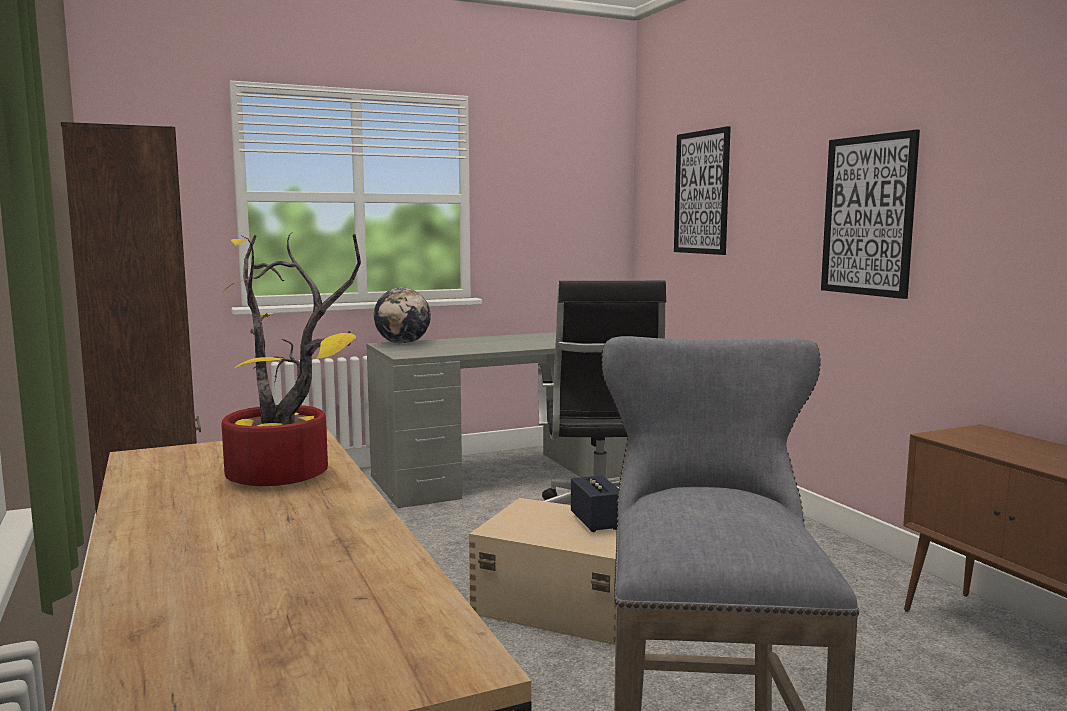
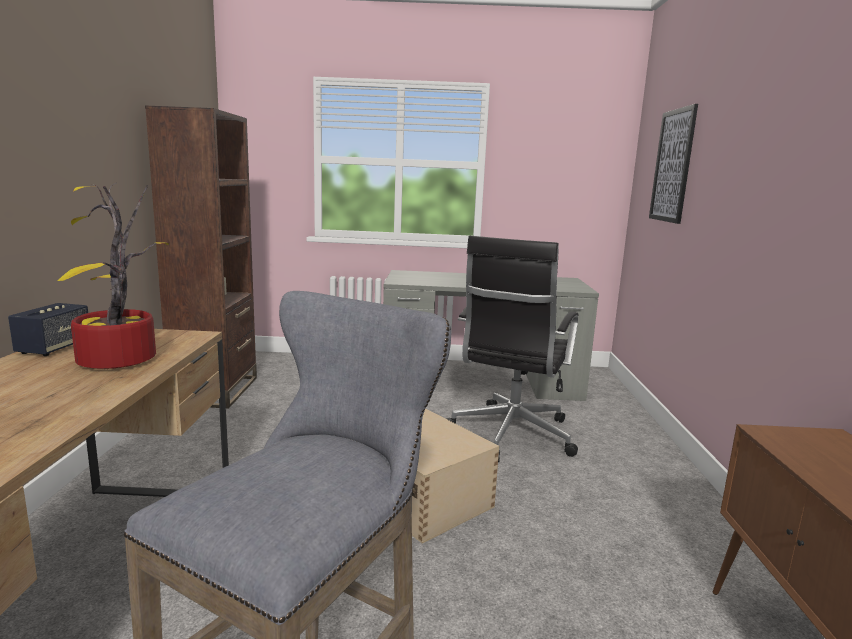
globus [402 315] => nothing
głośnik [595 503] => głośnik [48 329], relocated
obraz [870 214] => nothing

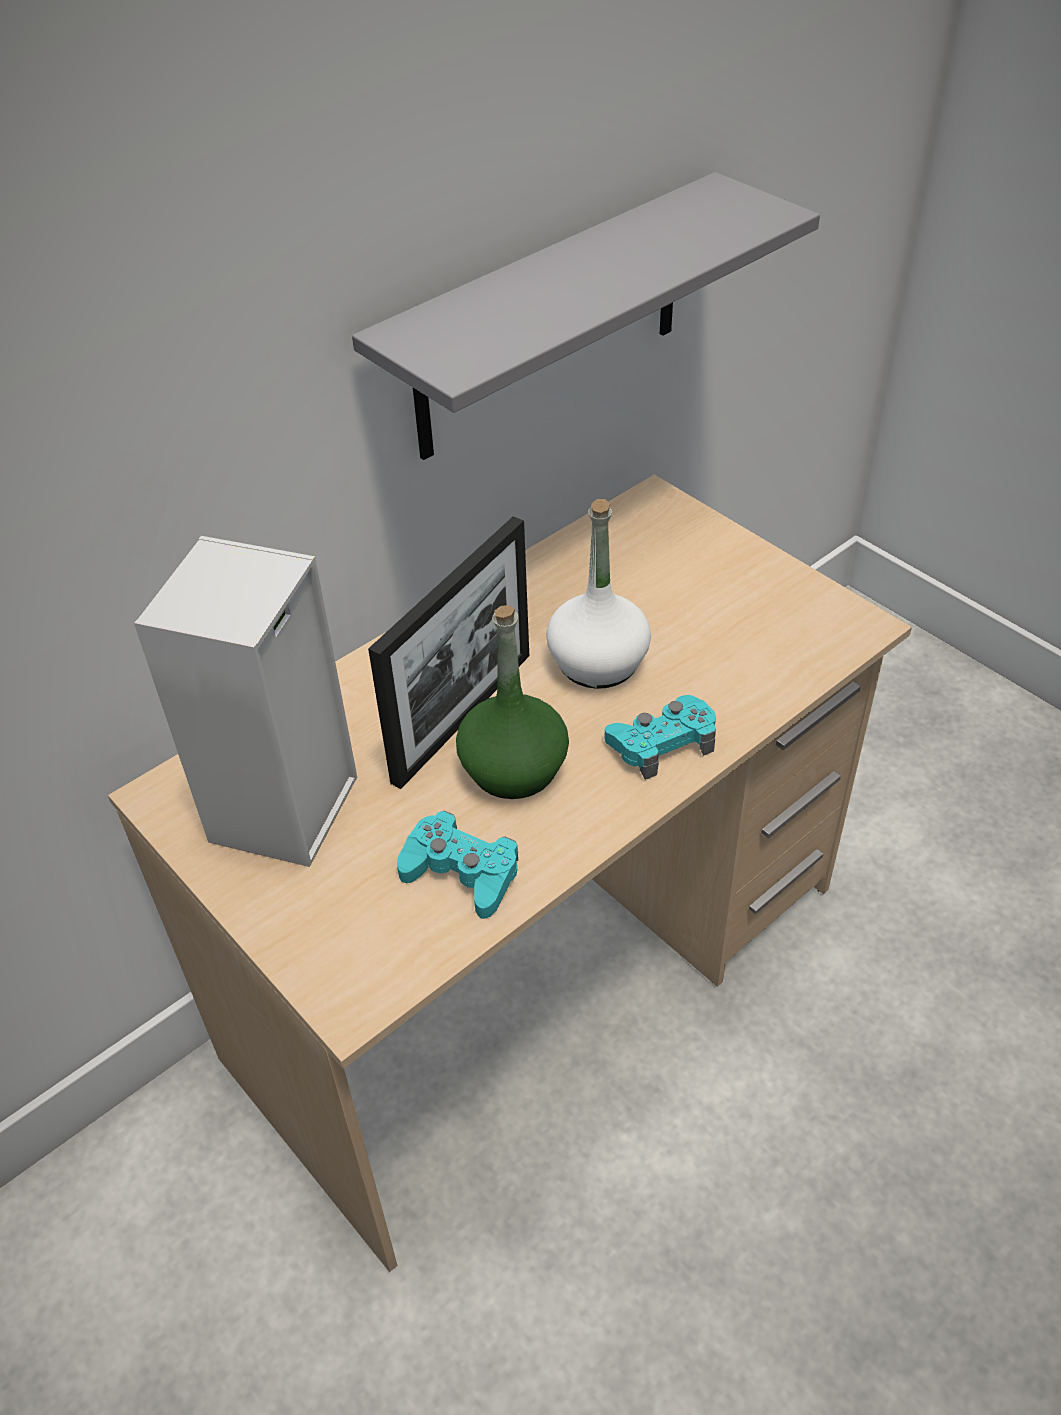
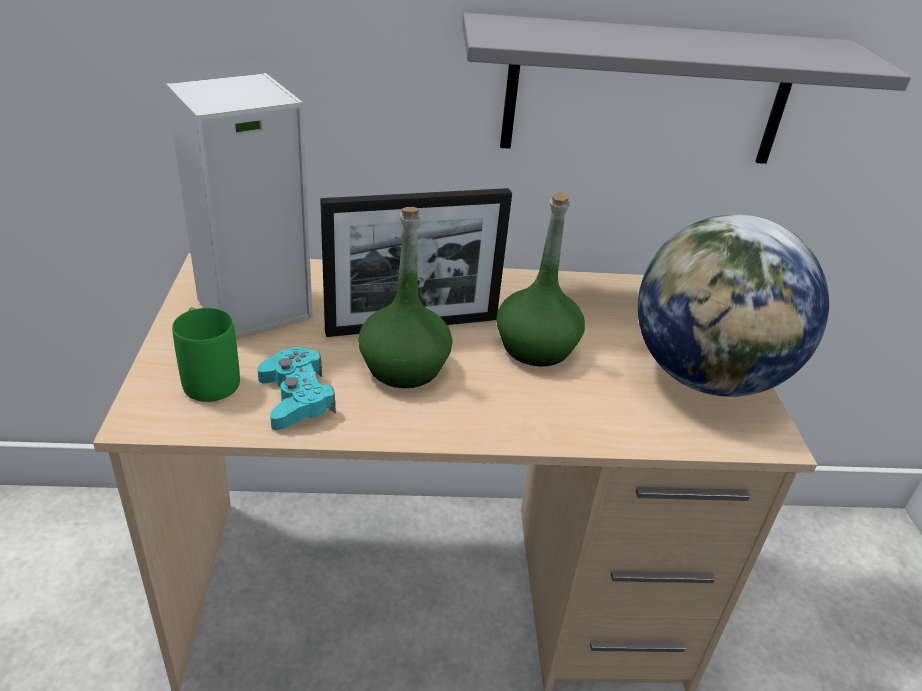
butelka/biały [598 594] => butelka/zielony [540 279]
pad do gier/turkusowy [660 737] => nothing
nothing => kubek/zielony [206 354]
nothing => globus [733 305]

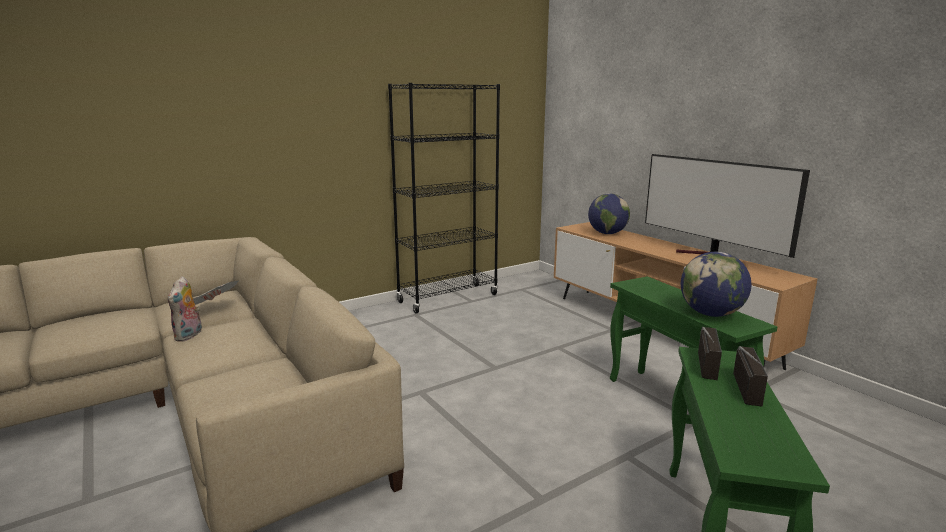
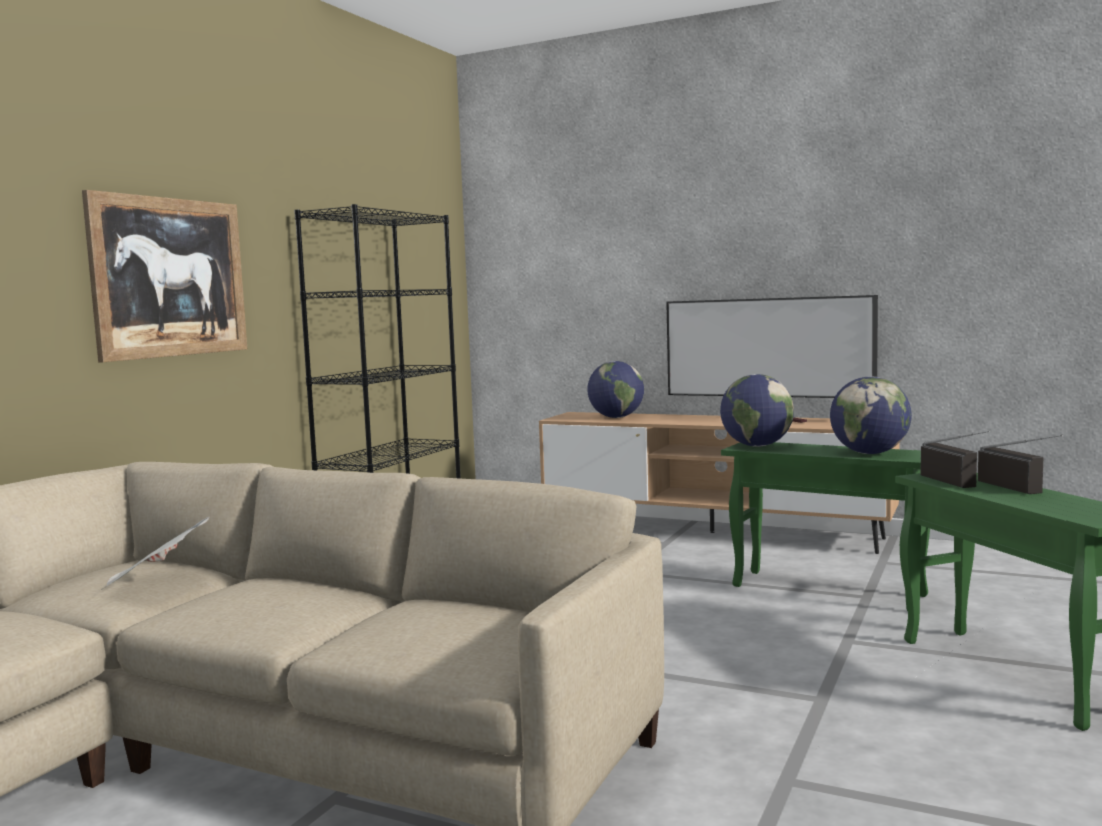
pluszak [185 309] => nothing
nothing => obraz [164 276]
nothing => globus [757 410]

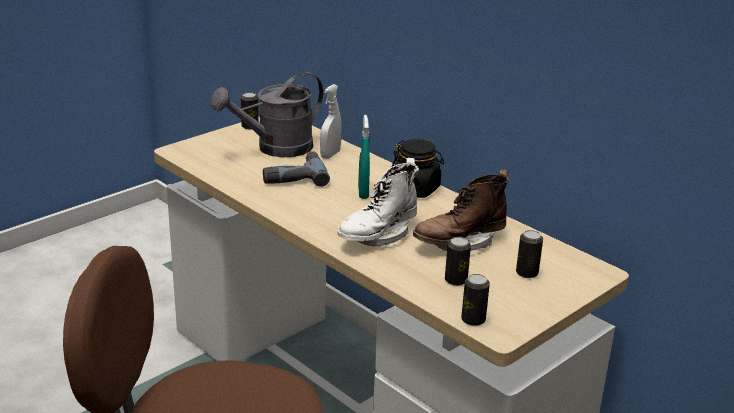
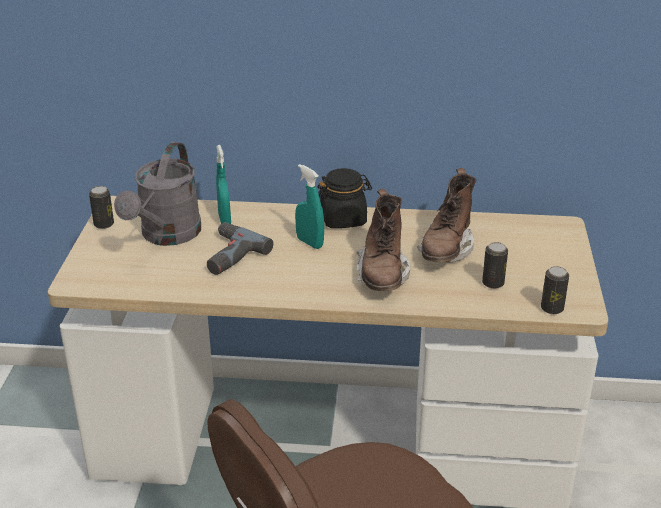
spryskiwacz/biały [331 121] => spryskiwacz/turkusowy [223 184]
but z cholewką/biały [378 202] => but z cholewką/brązowy [383 240]
puszka [529 254] => nothing

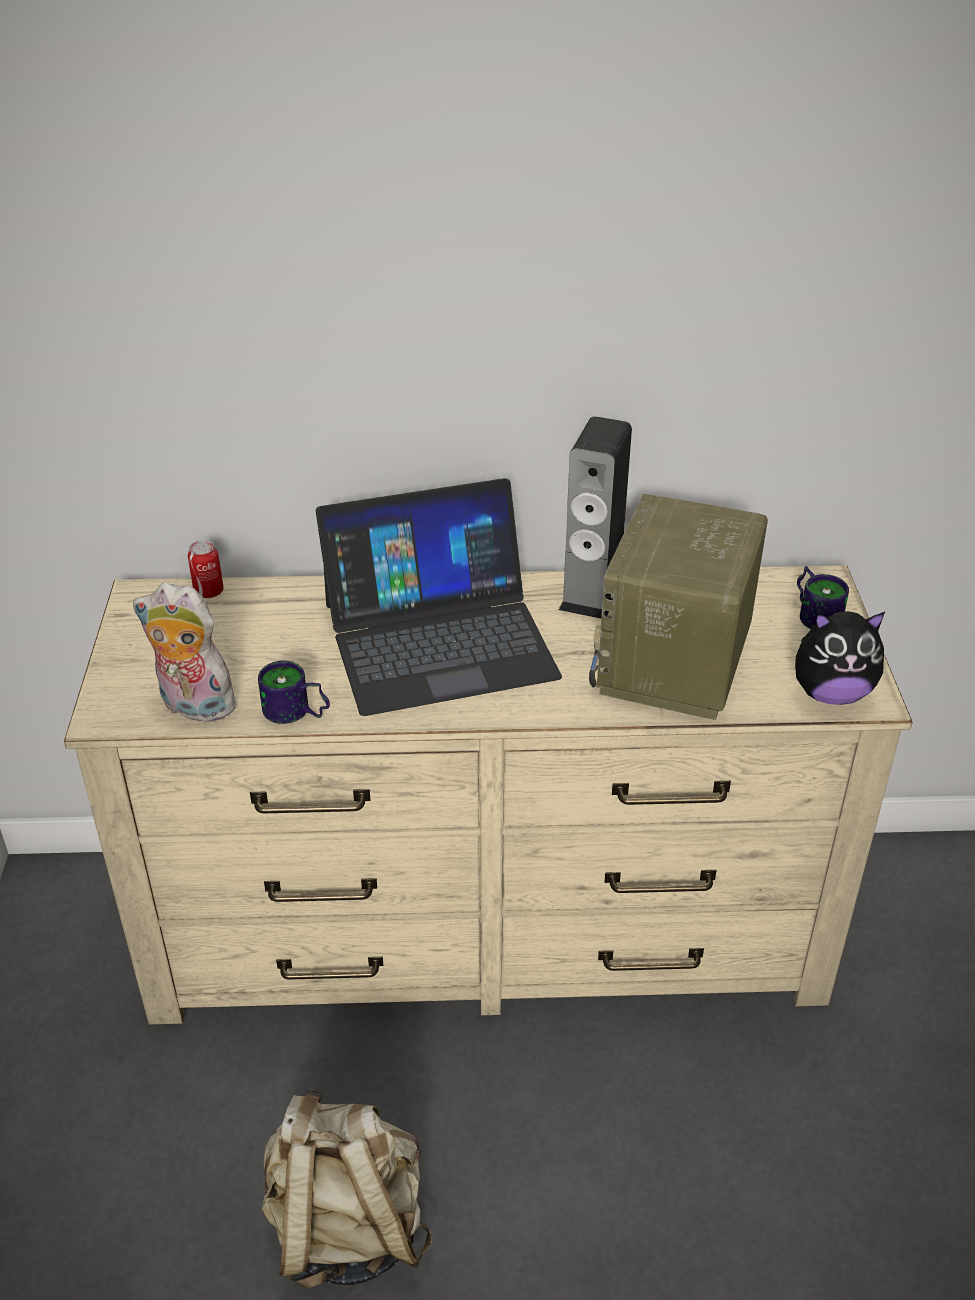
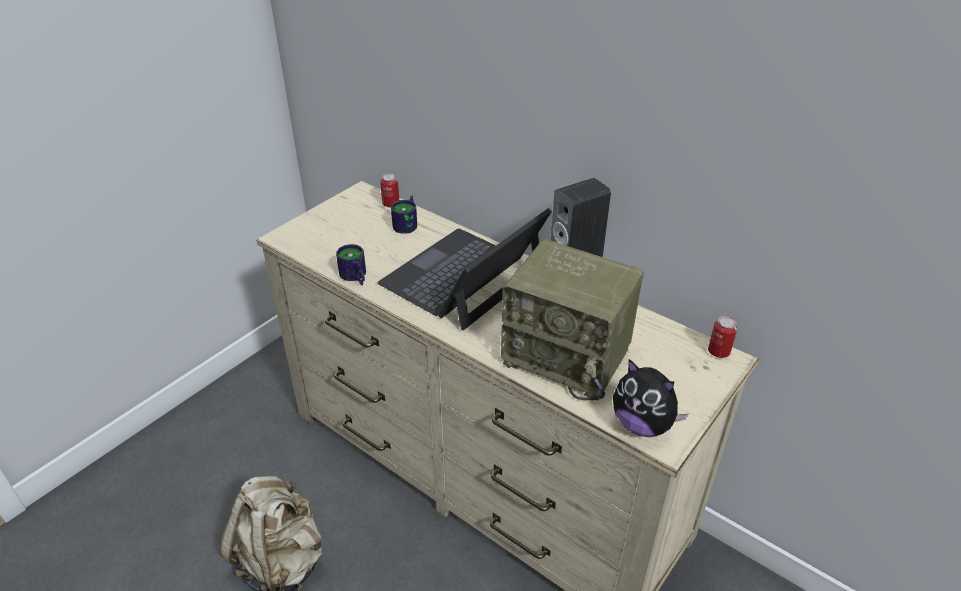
pluszak [188 654] => nothing
laptop [439 597] => laptop [464 269], 105 degrees clockwise
radio [678 607] => radio [572 320], 120 degrees counterclockwise
kubek [823 597] => kubek [404 214], relocated
nothing => puszka [722 337]

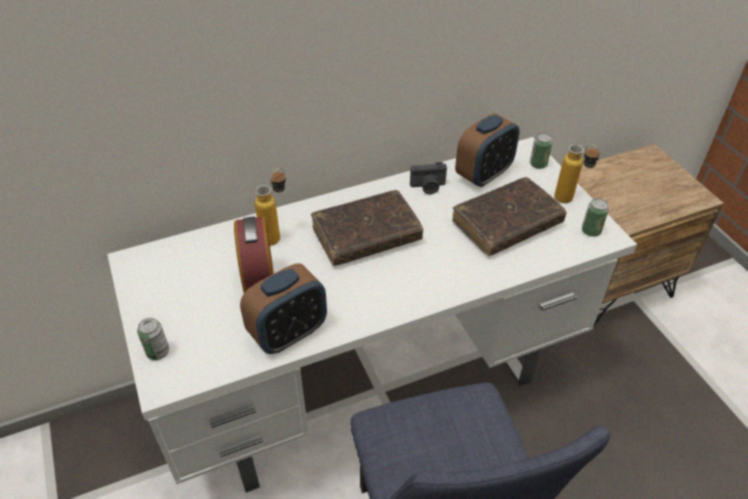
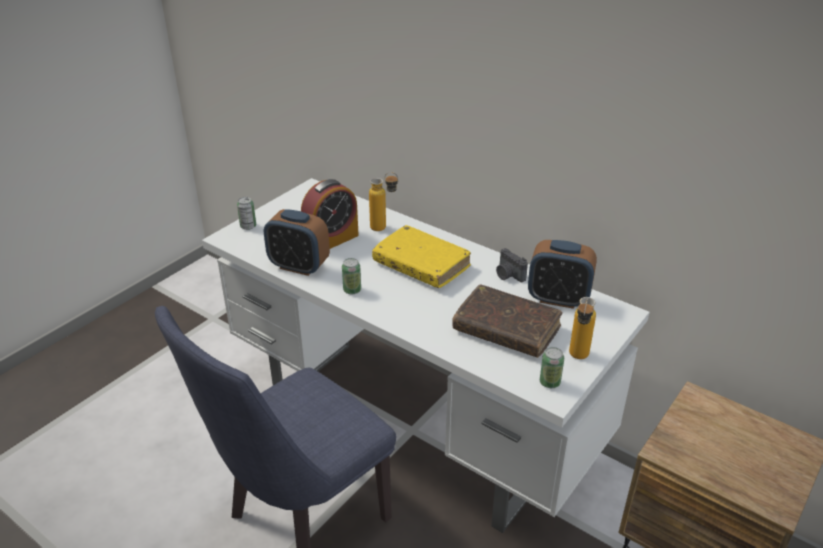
książka/brązowy [367 228] => książka/żółty [421 256]
puszka [541 151] => puszka [351 276], relocated

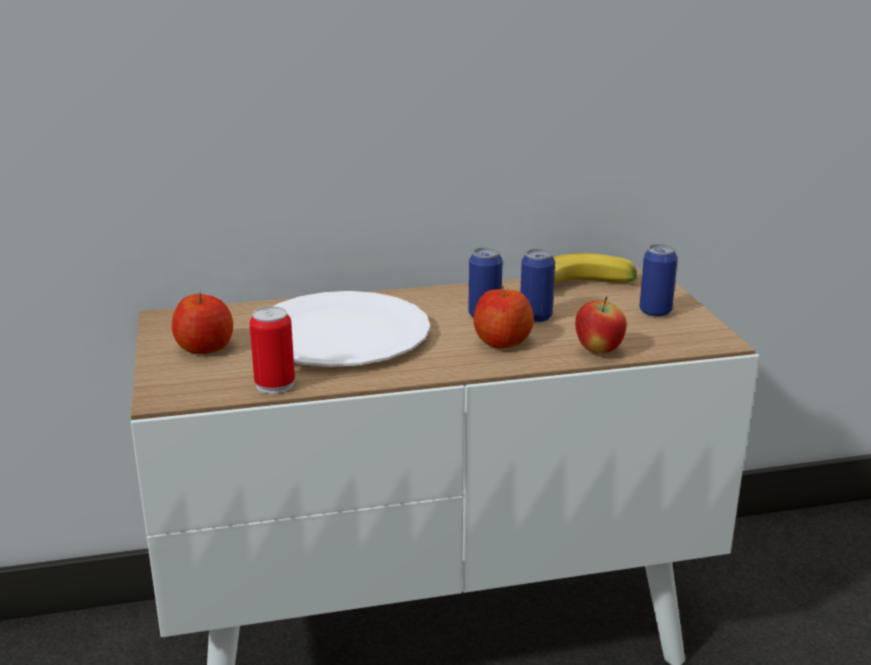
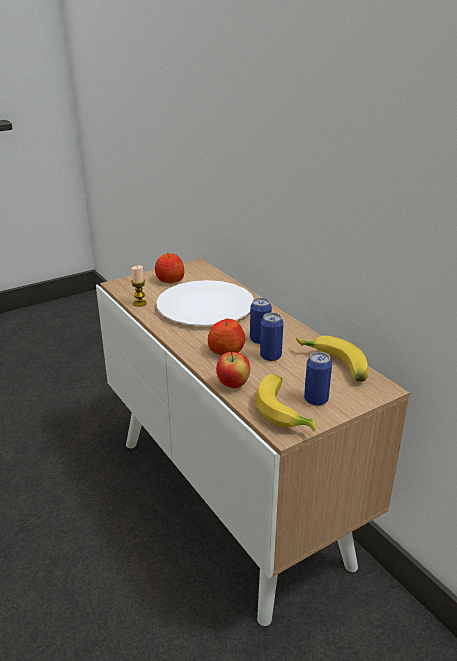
puszka [272 350] => świeca [139 286]
nothing => banan [285 403]

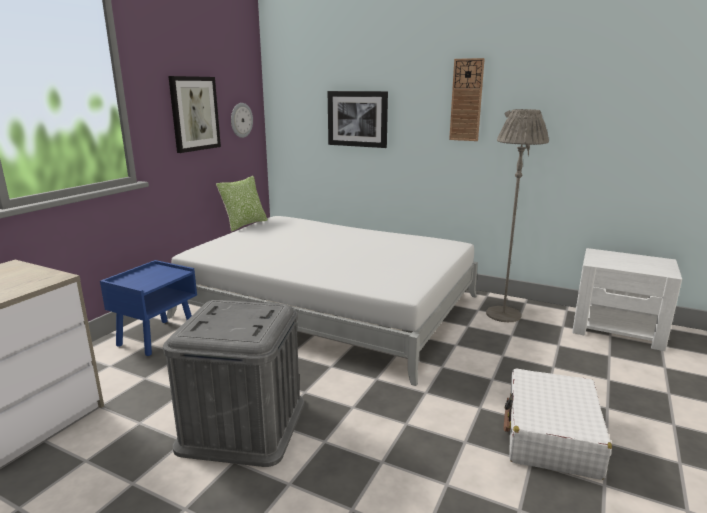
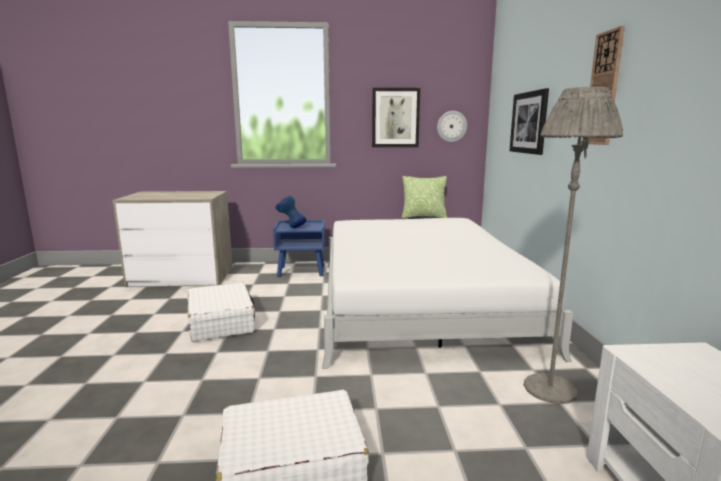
pojemnik do przechowywania/szary [233 383] => walizka/biały [221 312]
nothing => wazon/niebieski [291 211]

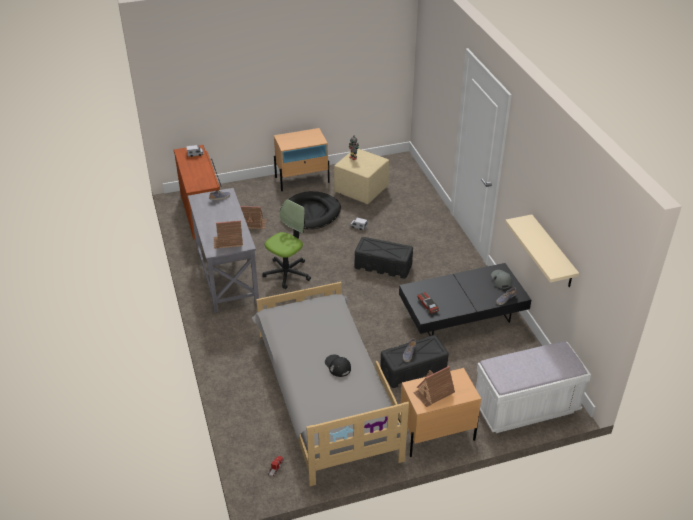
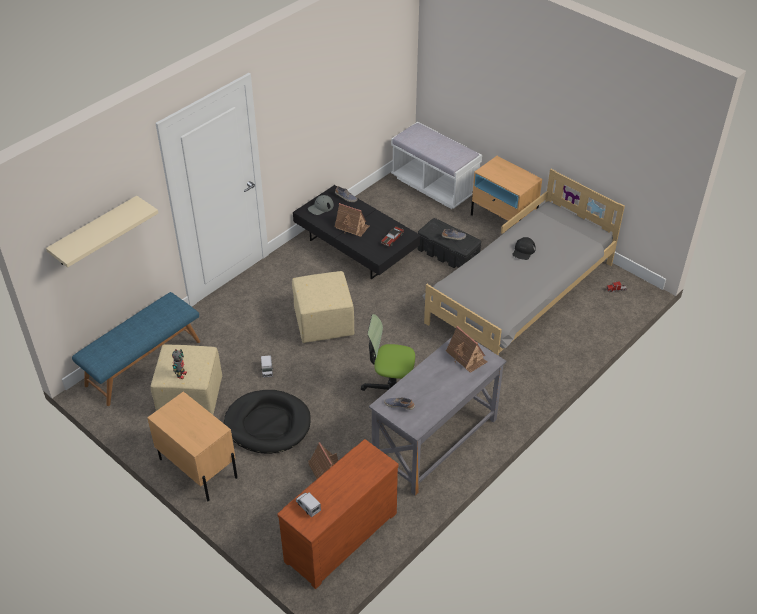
pojemnik do przechowywania/czarny [384 258] => pufa/beżowy [323 307]
domek [434 386] => domek [352 220], relocated
półka/beżowy [542 250] => półka/beżowy [102 232], relocated
nothing => ławka/niebieski [136 349]

